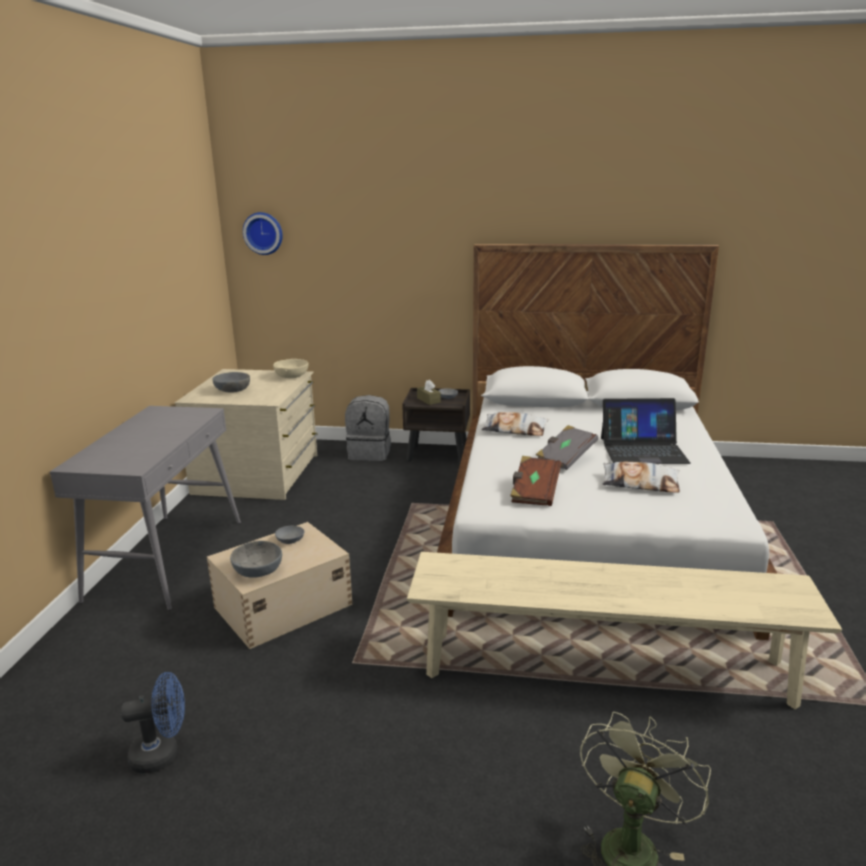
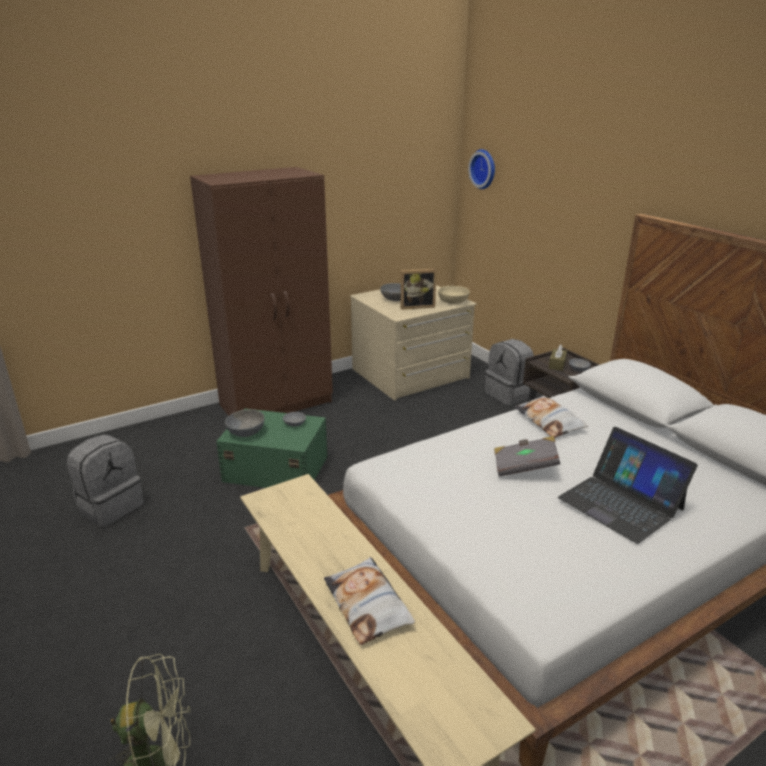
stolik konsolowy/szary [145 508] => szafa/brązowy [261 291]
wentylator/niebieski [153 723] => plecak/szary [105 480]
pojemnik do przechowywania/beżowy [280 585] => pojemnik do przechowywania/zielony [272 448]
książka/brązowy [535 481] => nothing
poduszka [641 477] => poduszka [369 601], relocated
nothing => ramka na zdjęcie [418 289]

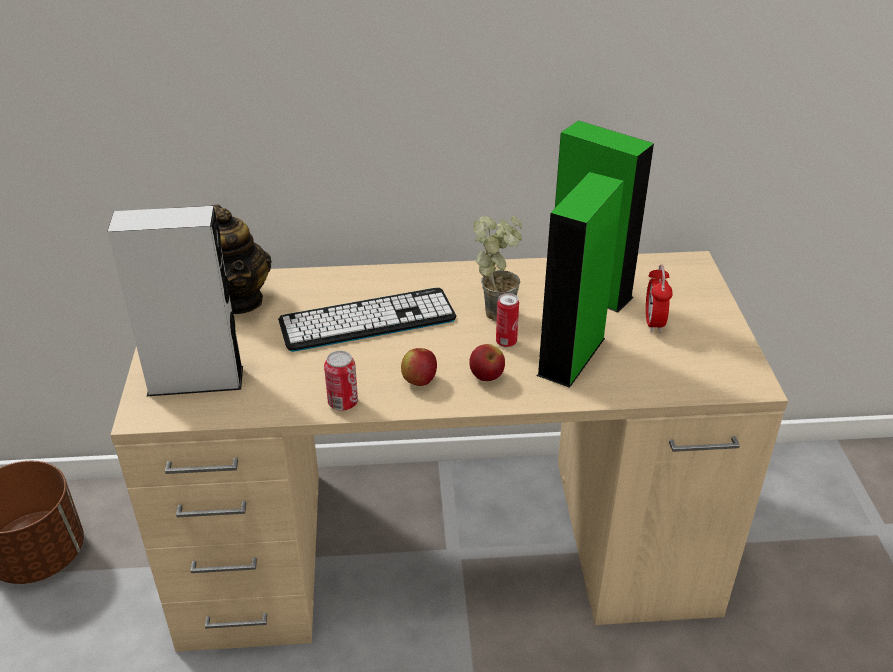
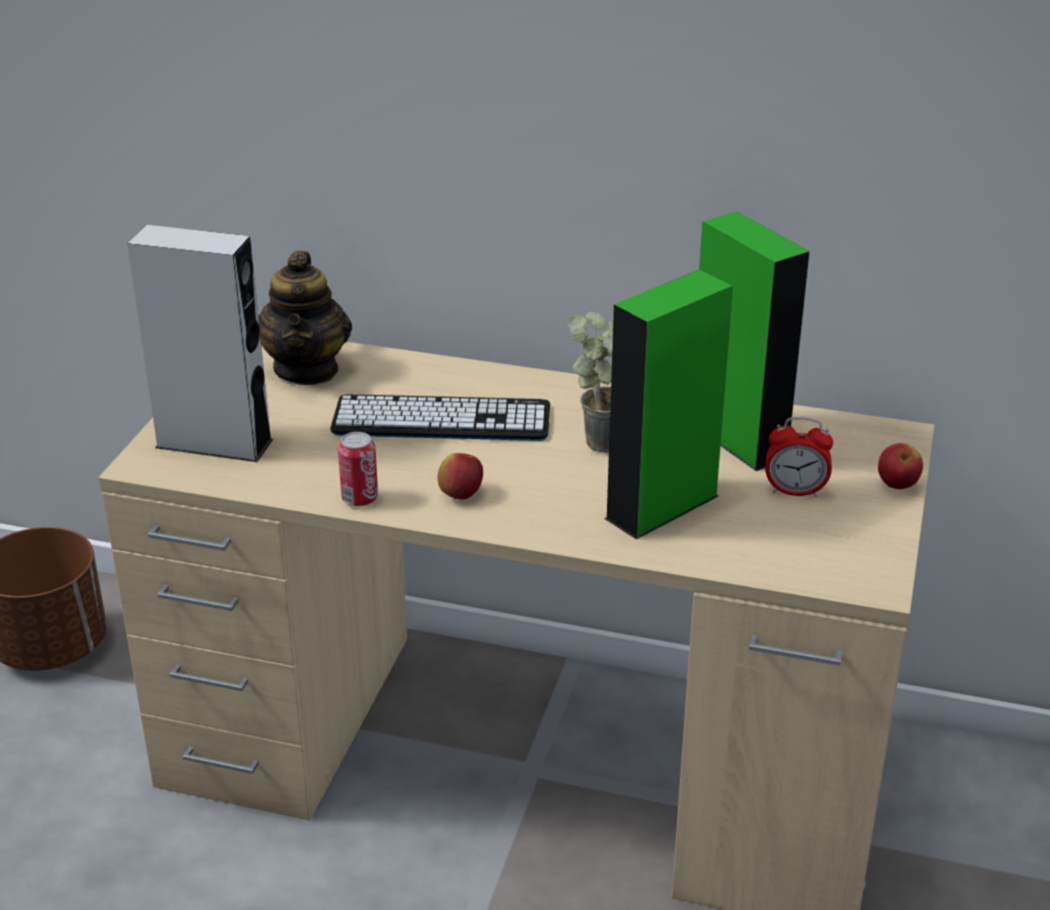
jabłko [487 362] => jabłko [900 466], relocated
puszka [507 320] => nothing
budzik [659 298] => budzik [799 456], 105 degrees counterclockwise

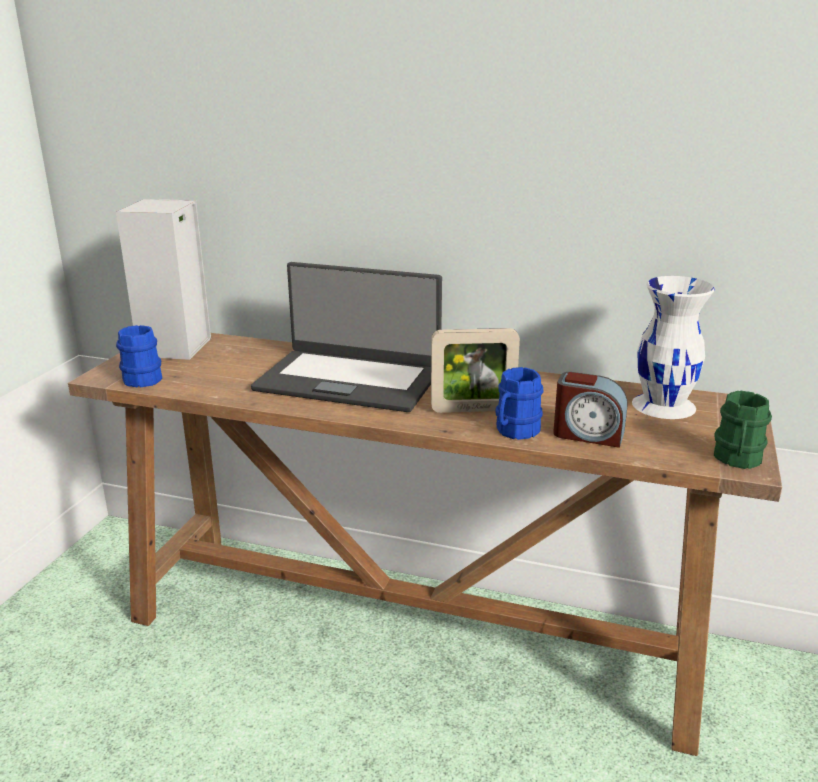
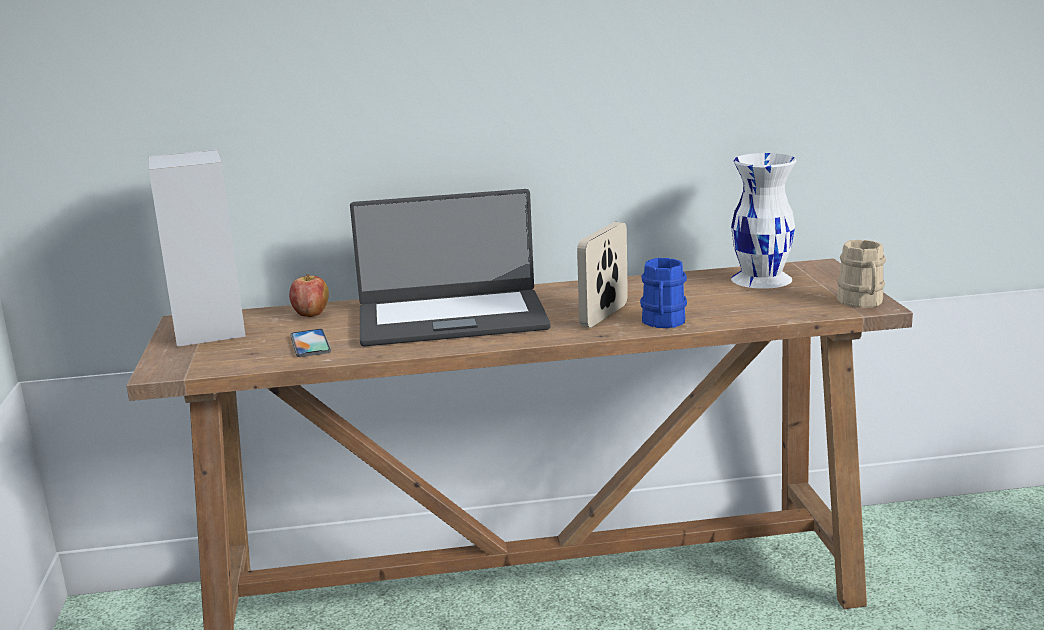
kubek/niebieski [139 356] => nothing
ramka na zdjęcie [475 370] => ramka na zdjęcie [602 275], 150 degrees clockwise
budzik [590 410] => nothing
kubek/zielony [743 430] => kubek/beżowy [861 274]
nothing => jabłko [309 295]
nothing => telefon [310 343]

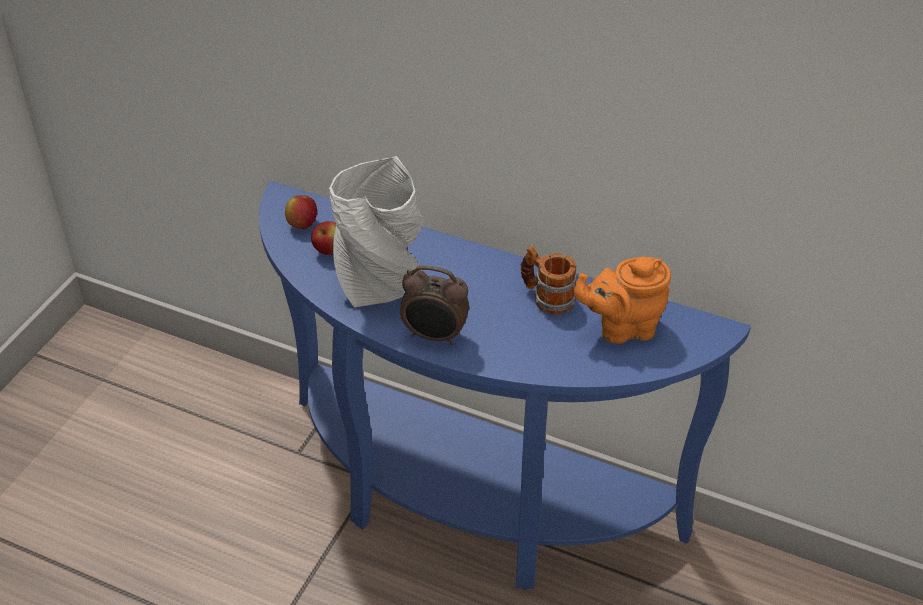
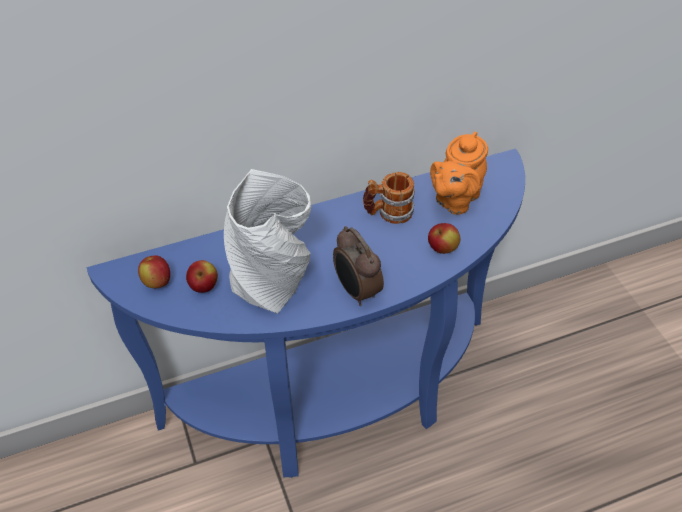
budzik [434 305] => budzik [358 266], 90 degrees clockwise
nothing => jabłko [444 238]

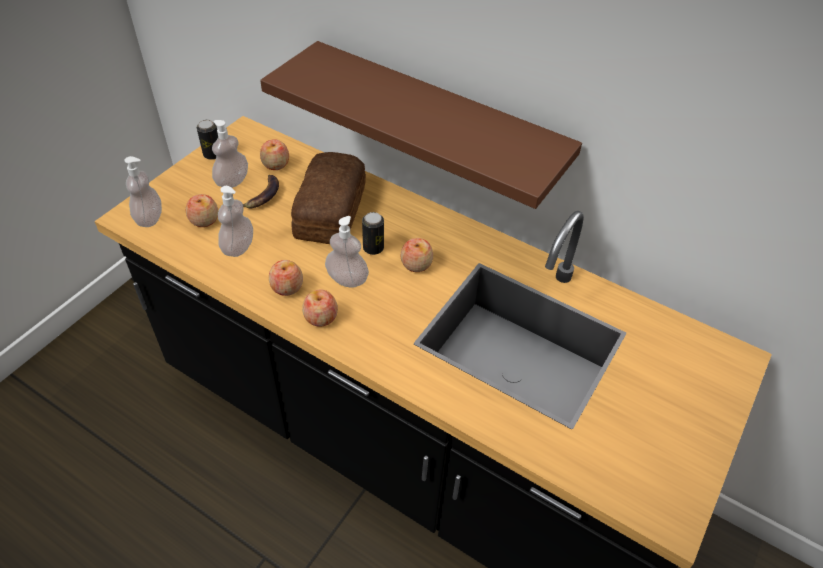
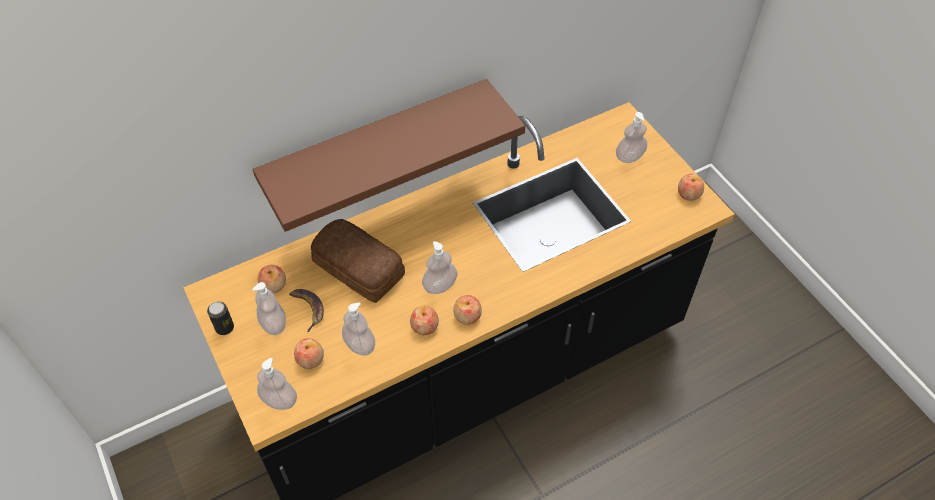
puszka [373 233] => nothing
jabłko [417 255] => jabłko [691 187], relocated
nothing => dozownik mydła [631 137]

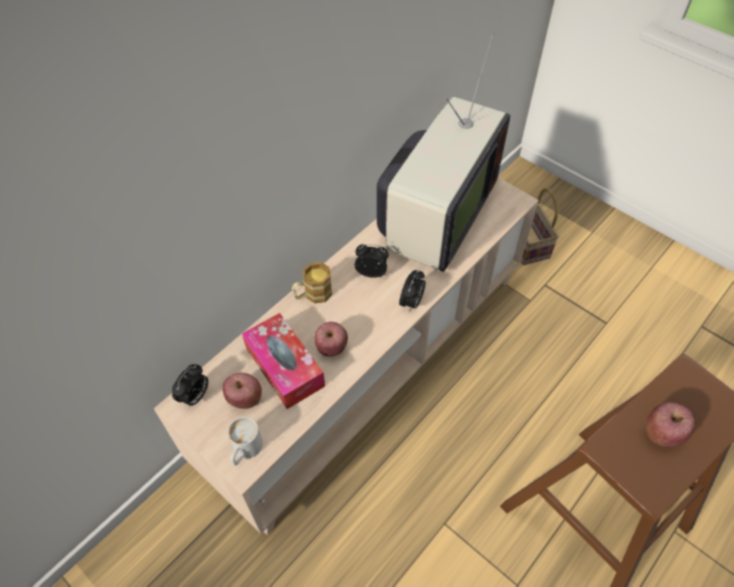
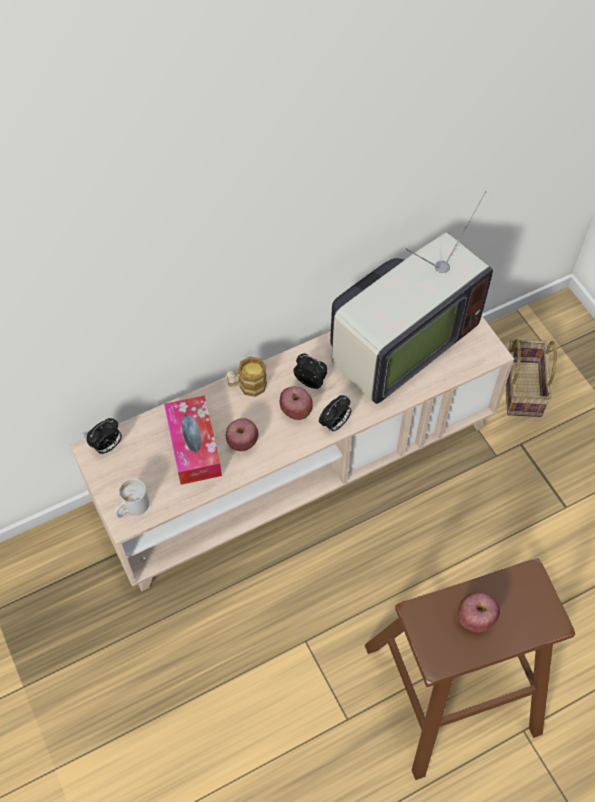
jabłko [242 391] => jabłko [296 403], relocated

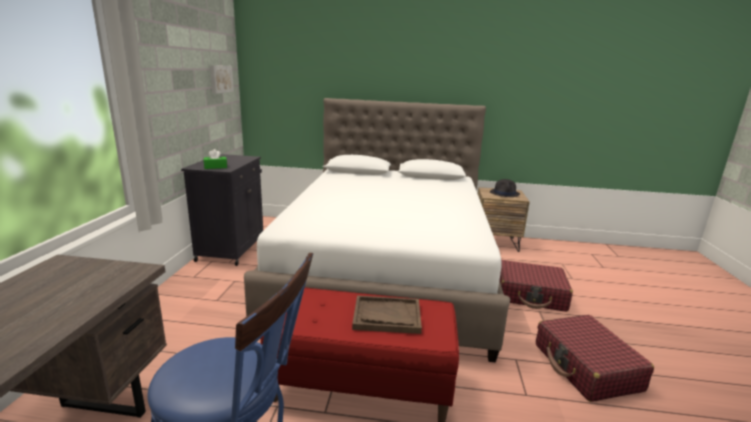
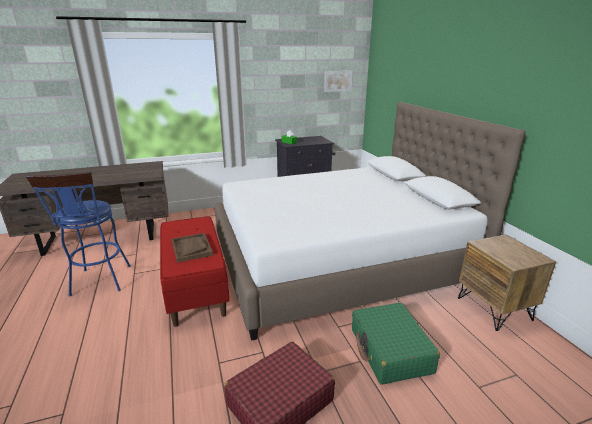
kapelusz/czarny [505 188] => nothing
walizka/czerwony [536 286] => walizka/zielony [396 344]

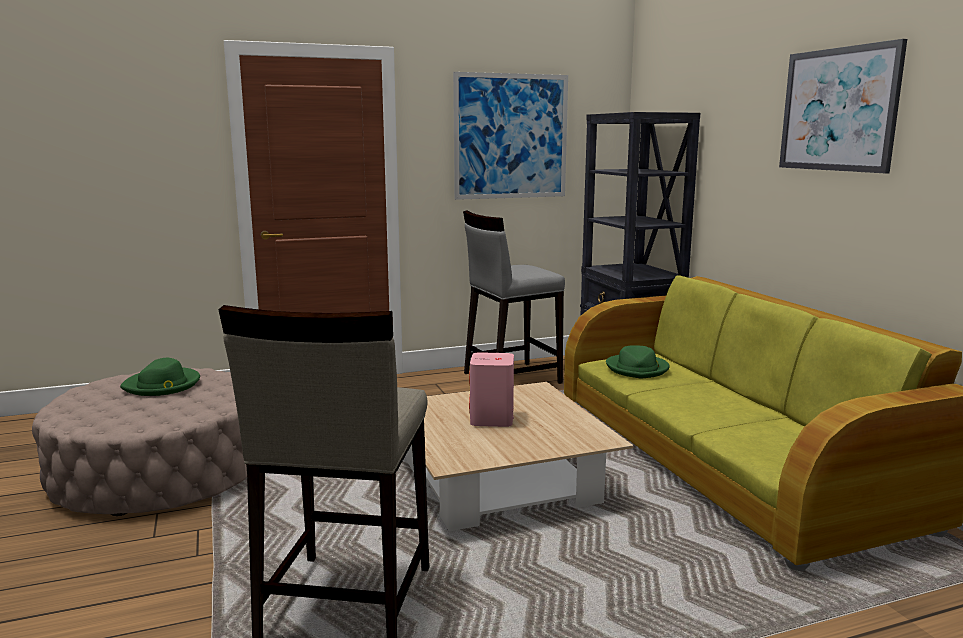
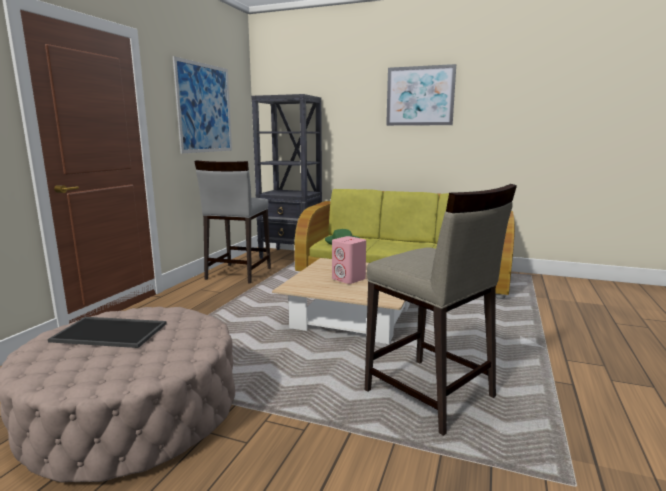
kapelusz/zielony [160 377] => taca [107 332]

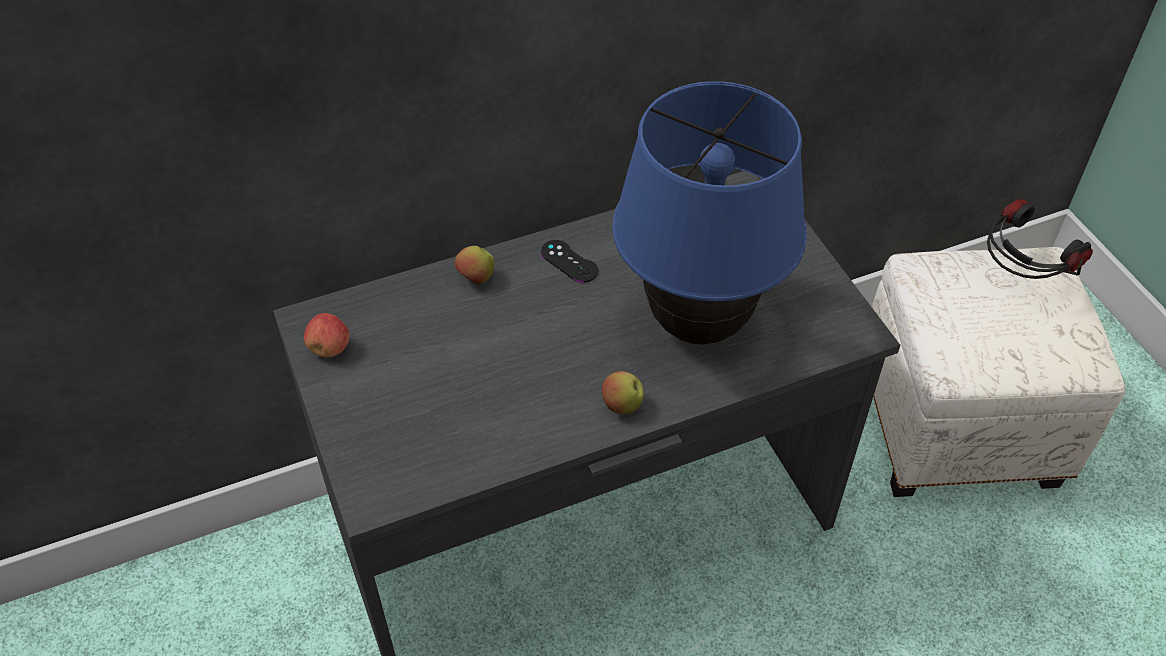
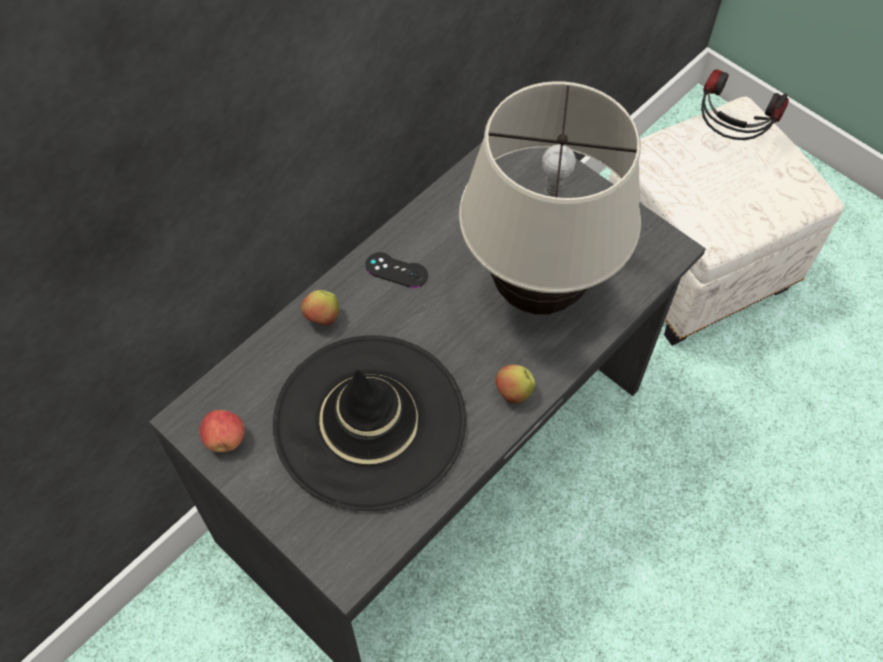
lampa stołowa/niebieski [710 213] => lampa stołowa/beżowy [550 198]
nothing => kapelusz/czarny [369 423]

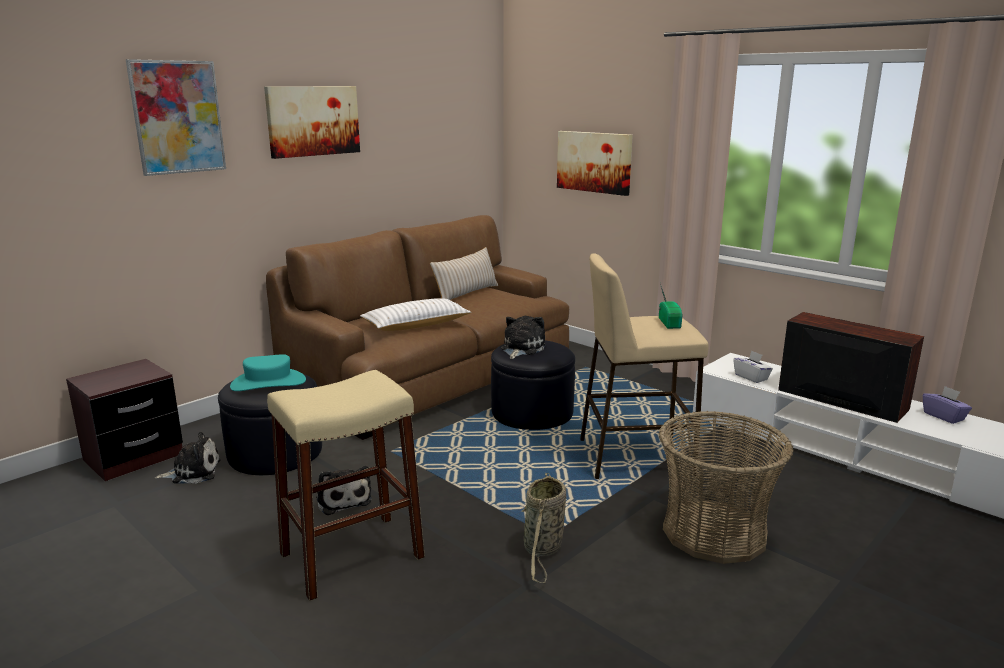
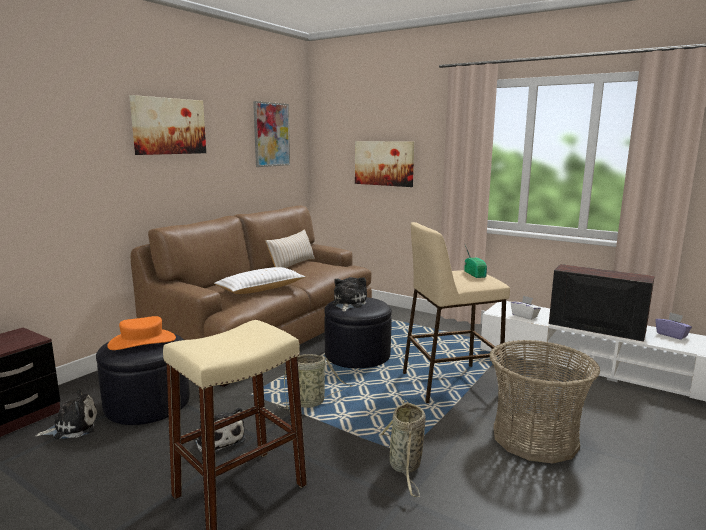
obraz [176 117] => obraz [271 134], relocated
kapelusz/turkusowy [268 372] => kapelusz/pomarańczowy [141 333]
nothing => koszyk [315 381]

